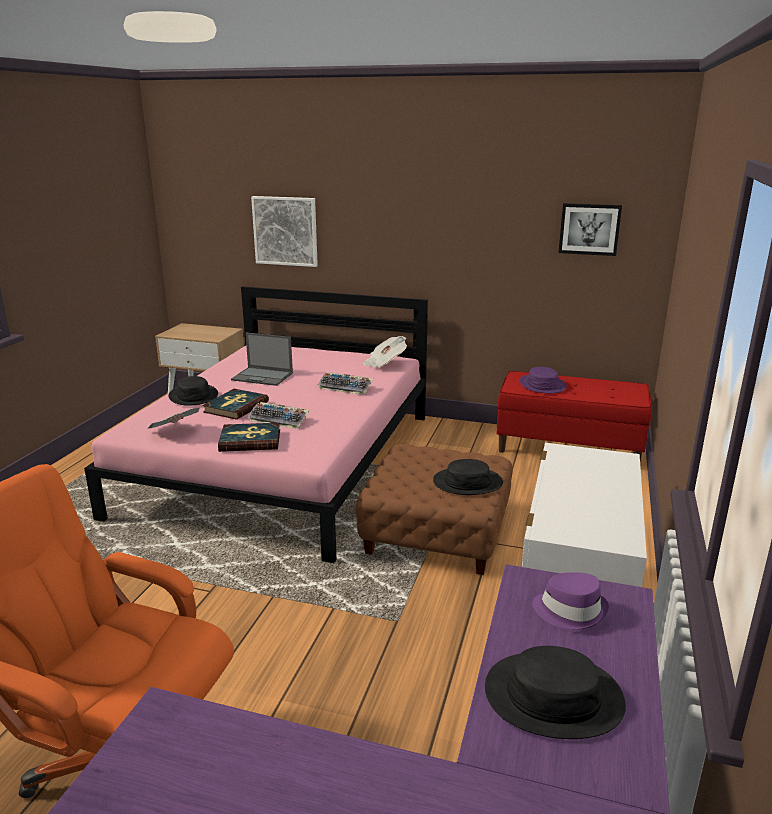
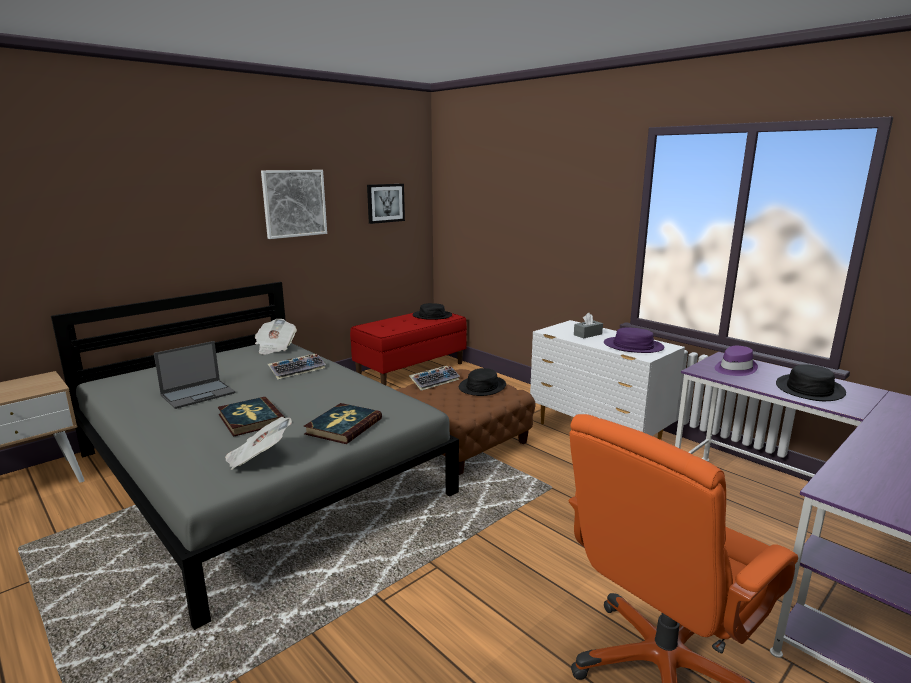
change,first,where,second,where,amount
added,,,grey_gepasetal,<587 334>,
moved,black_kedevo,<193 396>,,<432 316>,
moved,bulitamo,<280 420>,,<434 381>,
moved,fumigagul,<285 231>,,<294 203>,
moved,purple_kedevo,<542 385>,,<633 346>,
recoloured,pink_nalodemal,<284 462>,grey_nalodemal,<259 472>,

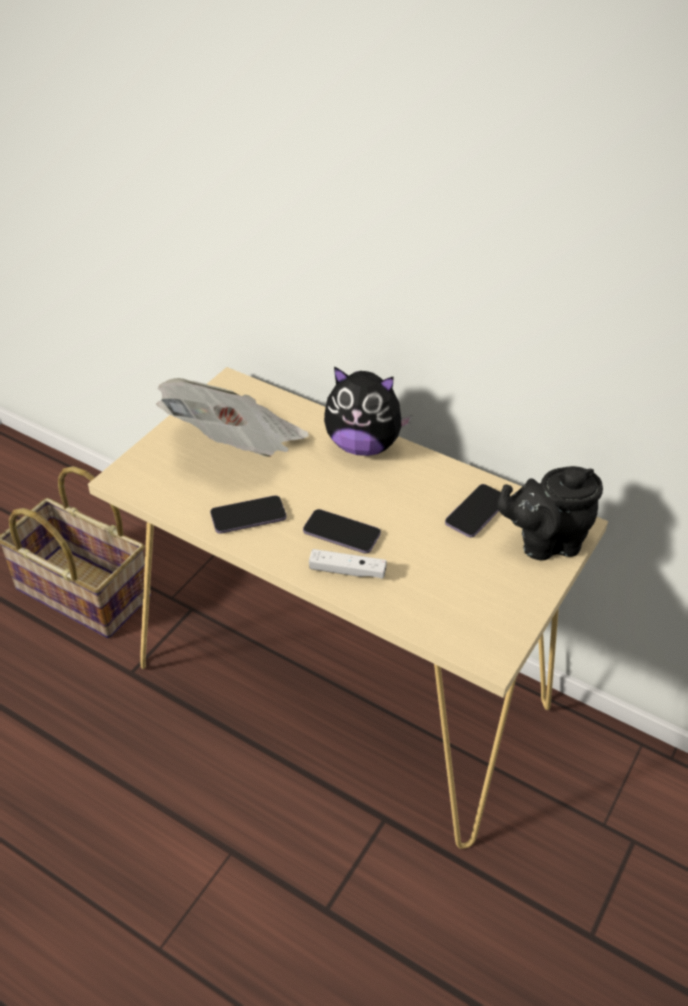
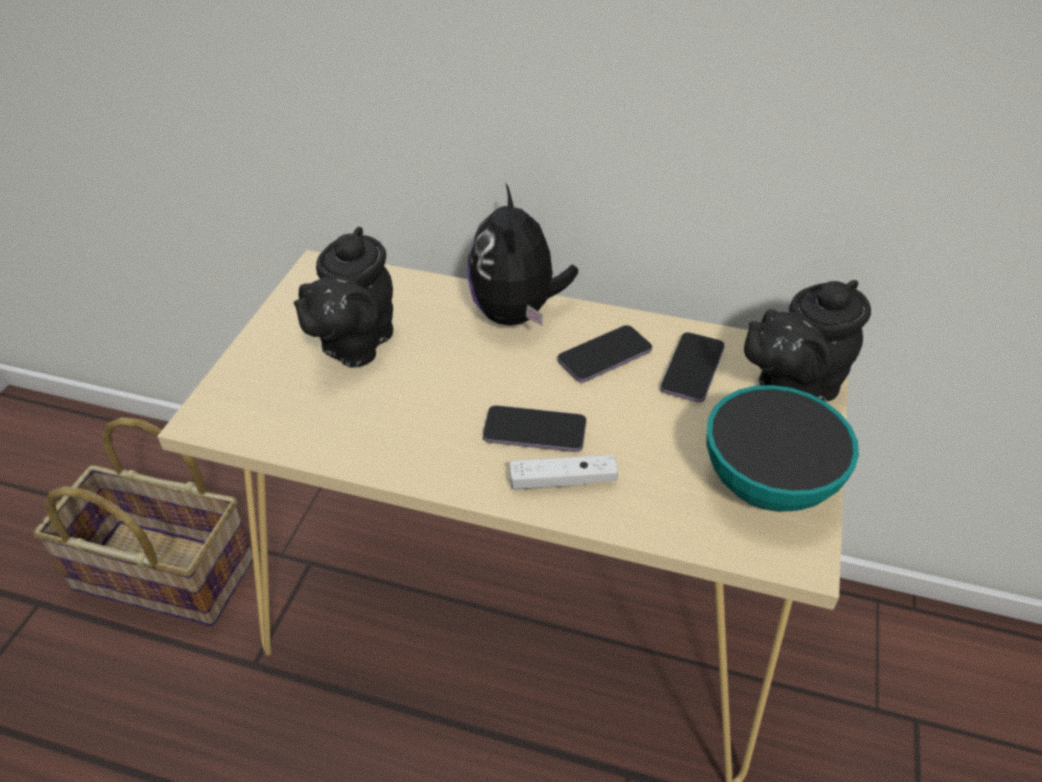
change,first,where,second,where,amount
added,,,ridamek,<767 484>,
moved,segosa,<248 516>,,<604 356>,
replaced,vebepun,<237 446>,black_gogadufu,<354 345>,
turned,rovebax,<363 445>,,<517 314>,90 degrees clockwise

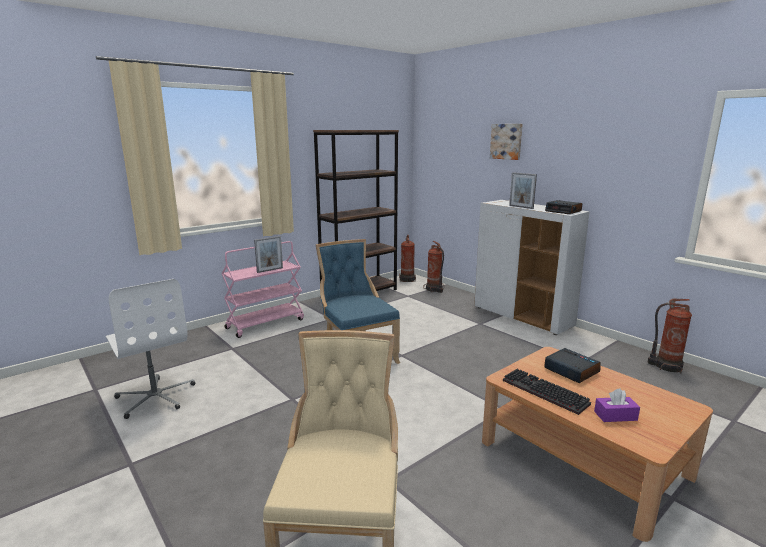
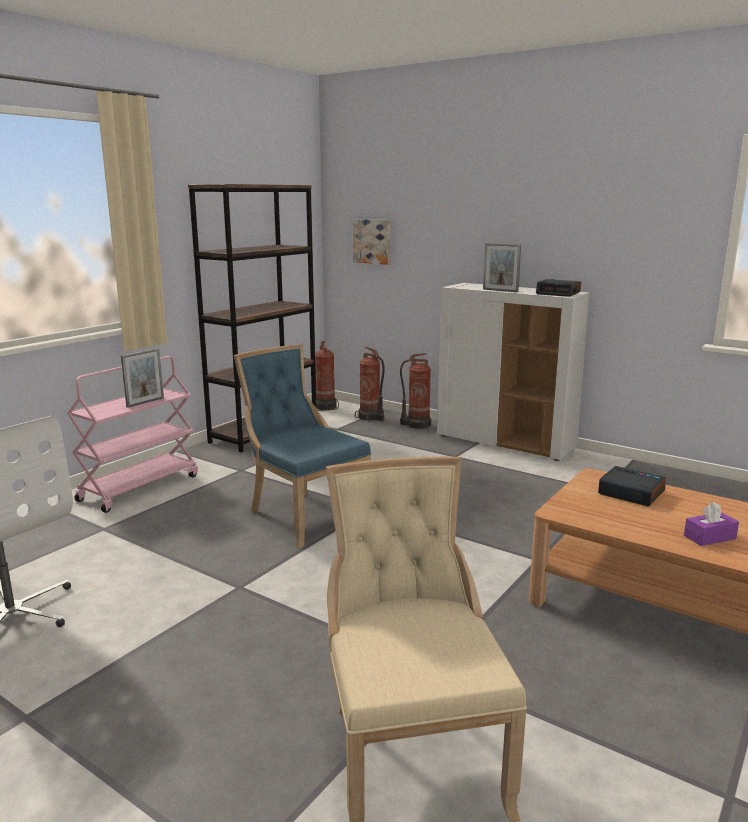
change,first,where,second,where,amount
removed,bulitamo,<542 392>,,,
moved,fumigagul,<506 141>,,<372 241>,
moved,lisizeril,<666 366>,,<417 425>,

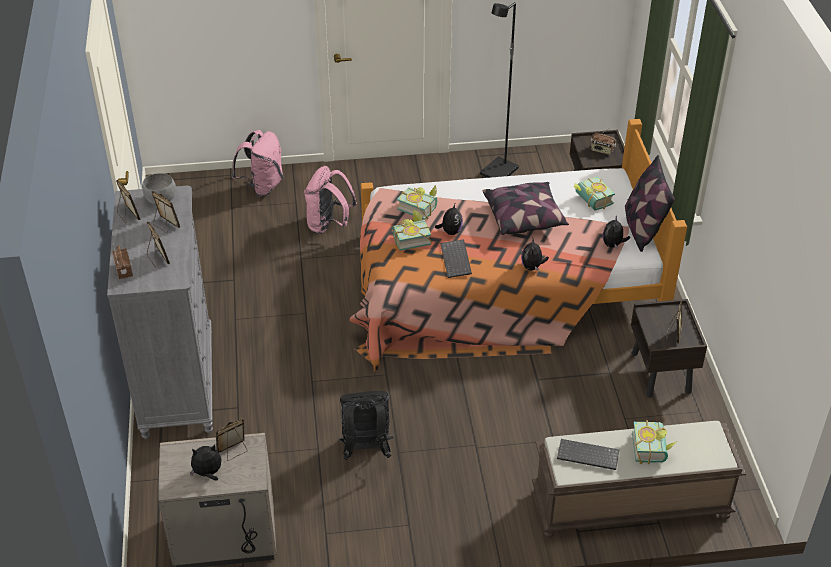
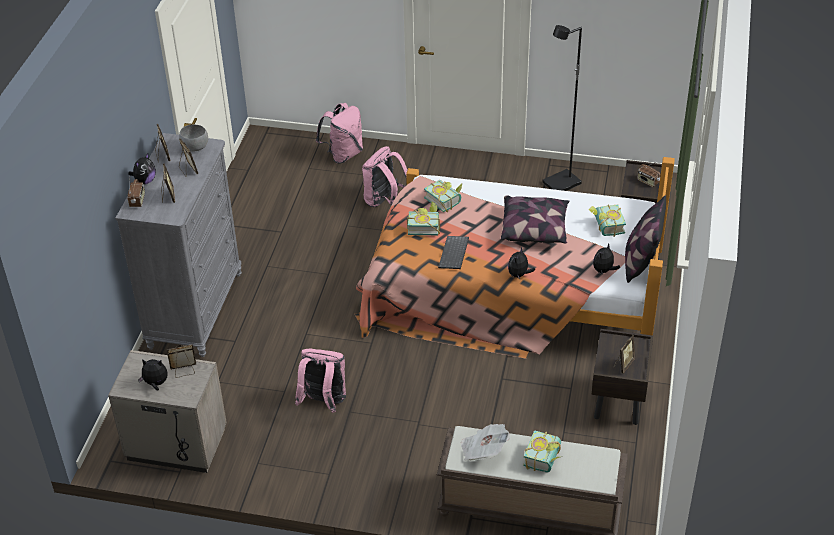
change,first,where,second,where,amount
moved,rovebax,<450 231>,,<145 181>,
replaced,bulitamo,<587 456>,vebepun,<483 450>,
recoloured,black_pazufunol,<366 449>,pink_pazufunol,<323 402>,

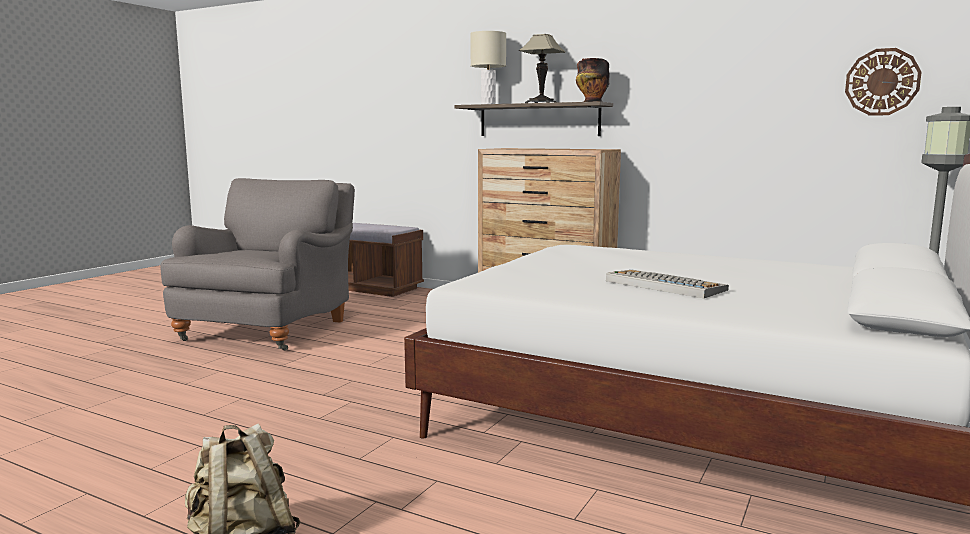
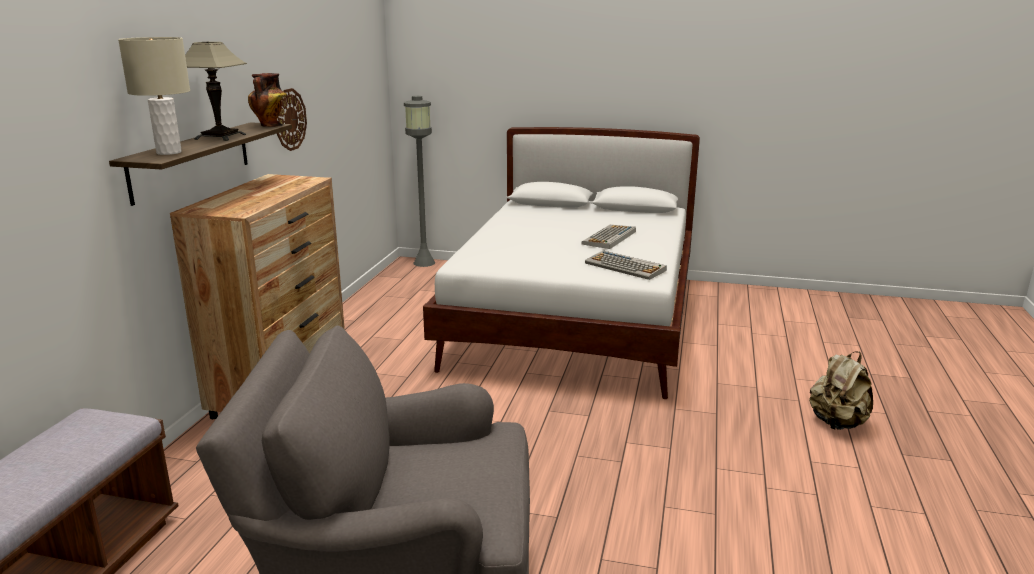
change,first,where,second,where,amount
added,,,bulitamo,<626 267>,
moved,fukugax,<882 82>,,<289 119>,

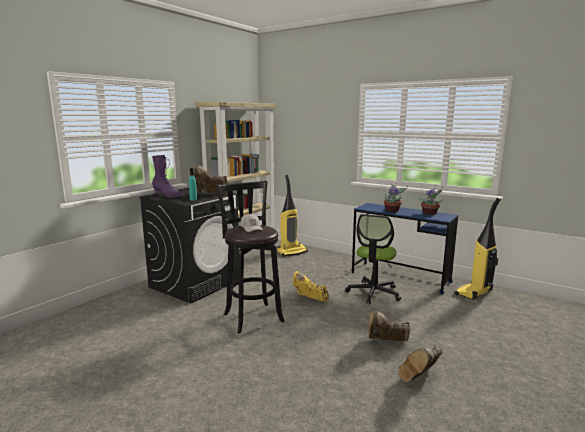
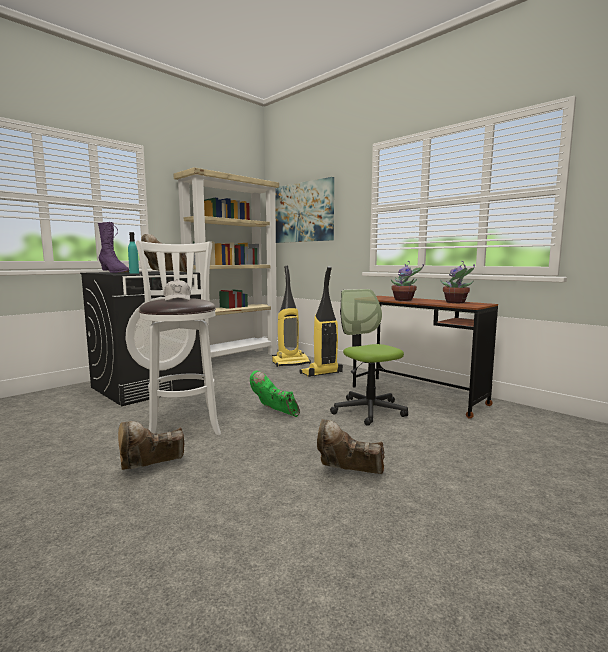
change,first,where,second,where,amount
added,,,fumigagul,<301 212>,
moved,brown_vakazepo,<420 378>,,<150 469>,
moved,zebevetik,<474 293>,,<321 373>,
recoloured,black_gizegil,<252 316>,white_gizegil,<184 425>,
recoloured,yellow_vakazepo,<310 300>,green_vakazepo,<275 413>,
recoloured,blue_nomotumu,<400 277>,brown_nomotumu,<417 395>,
turned,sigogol,<373 293>,,<369 410>,120 degrees clockwise

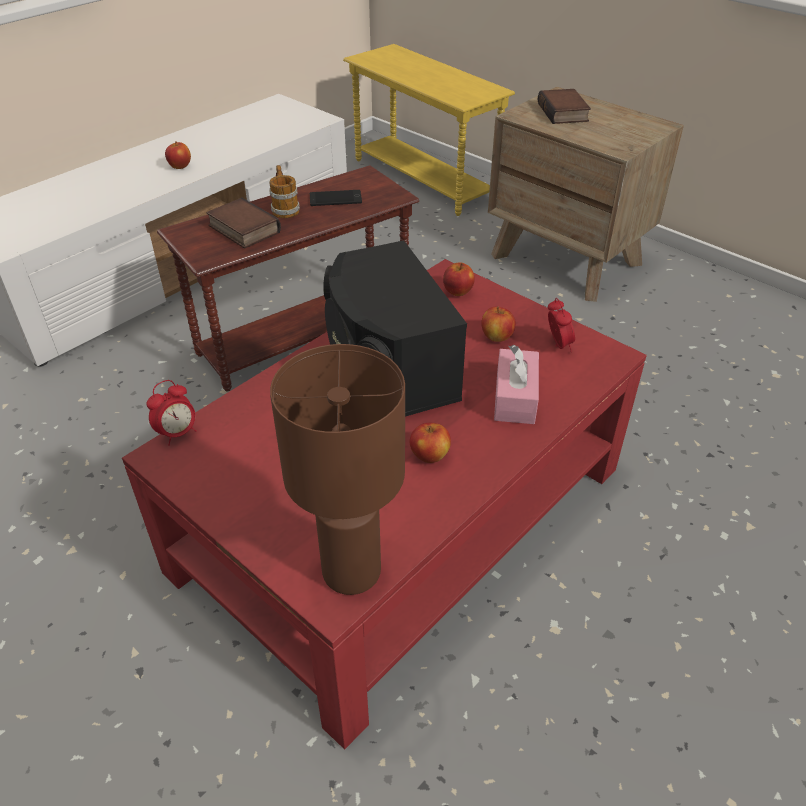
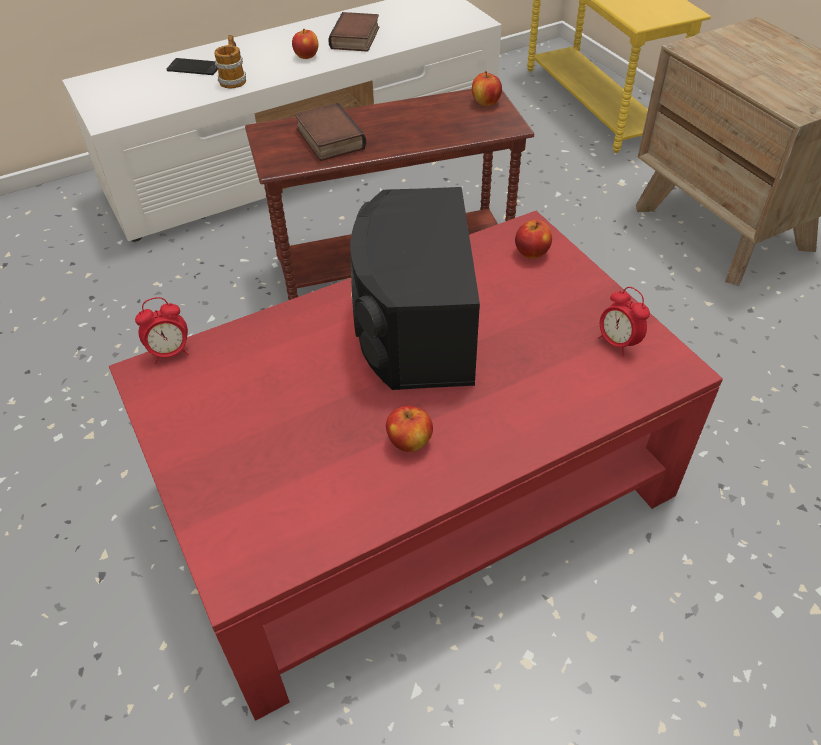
change,first,where,second,where,amount
removed,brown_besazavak,<353 572>,,,
removed,pink_gepasetal,<515 397>,,,
moved,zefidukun,<284 208>,,<234 79>,
moved,segosa,<335 199>,,<194 67>,
moved,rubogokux,<497 337>,,<486 103>,
moved,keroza,<564 112>,,<356 38>,
turned,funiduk,<557 345>,,<617 343>,135 degrees clockwise

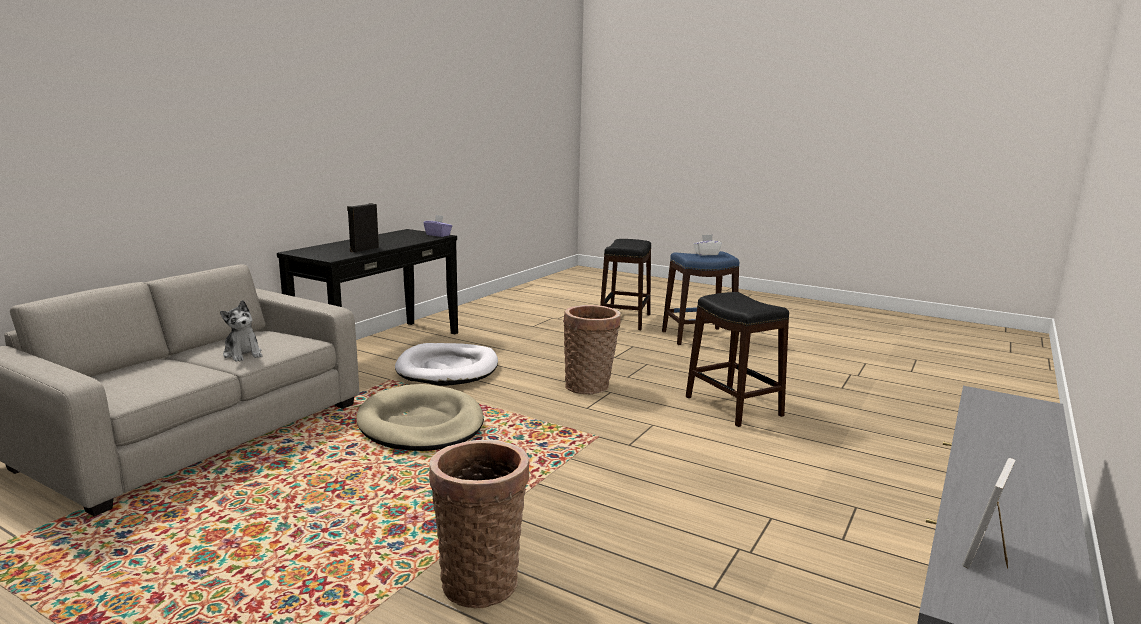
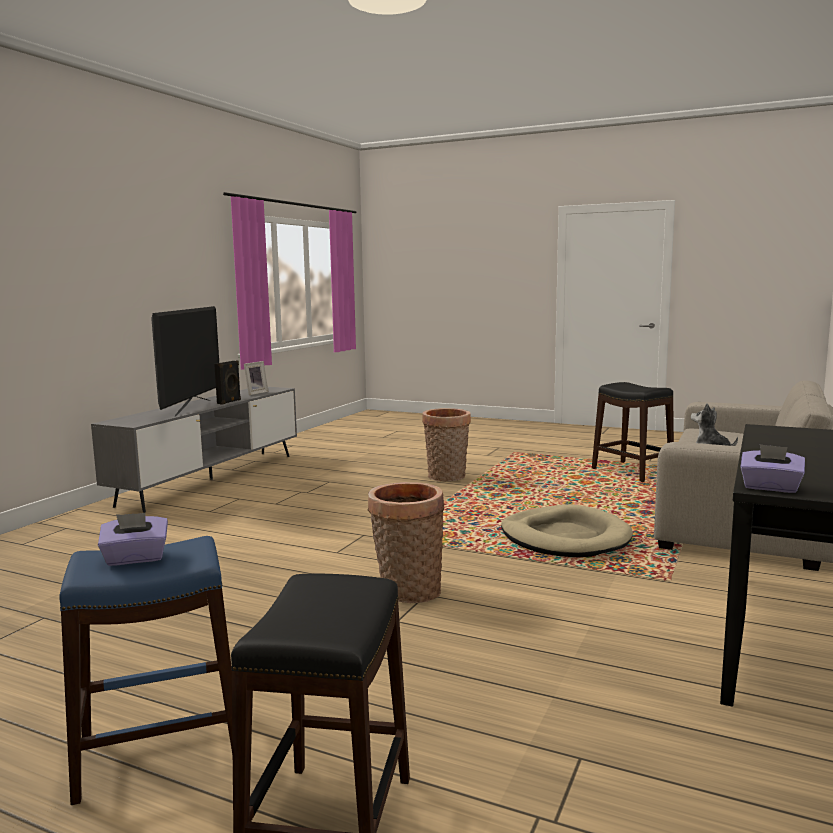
change,first,where,second,where,amount
removed,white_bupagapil,<448 369>,,,
added,,,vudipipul,<192 408>,
moved,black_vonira,<363 249>,,<229 402>,
moved,black_gizegil,<733 406>,,<632 472>,
recoloured,white_gepasetal,<706 254>,purple_gepasetal,<135 558>,

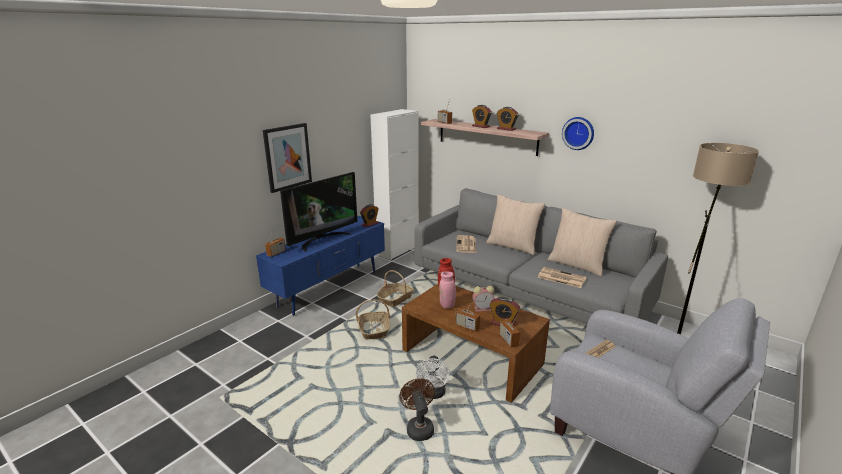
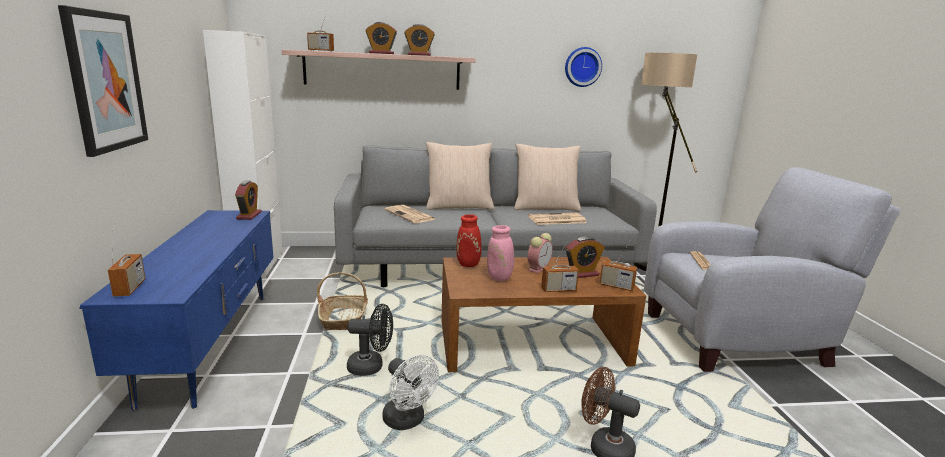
change,first,where,second,where,amount
removed,vudipipul,<322 239>,,,
moved,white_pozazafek,<433 394>,,<407 421>,
moved,fukugax,<578 133>,,<582 67>,
replaced,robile,<374 330>,black_pozazafek,<371 367>,

